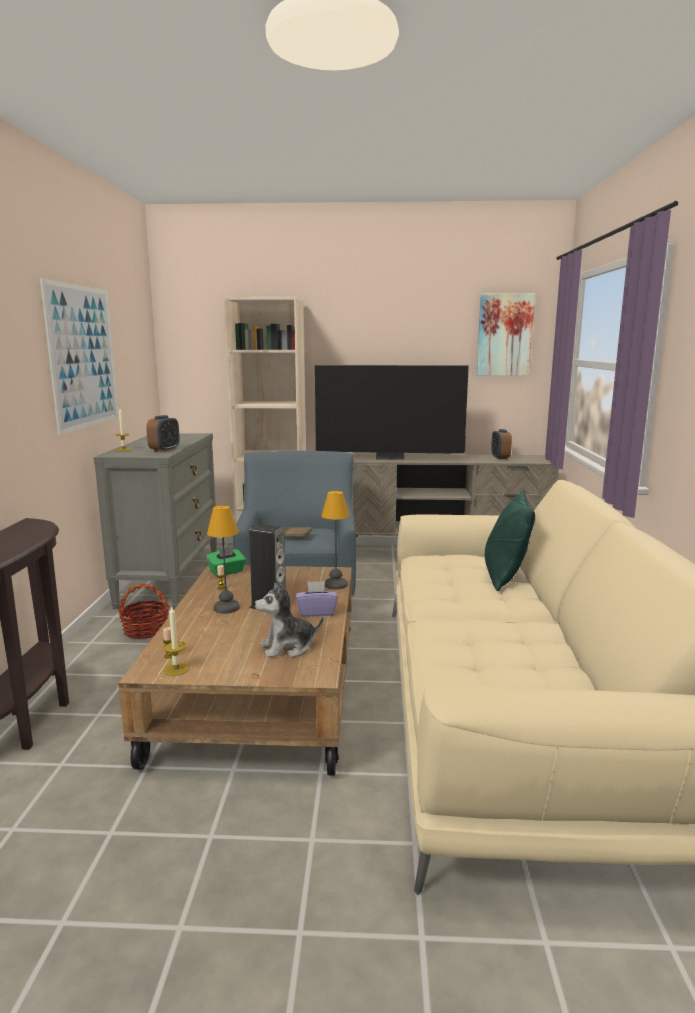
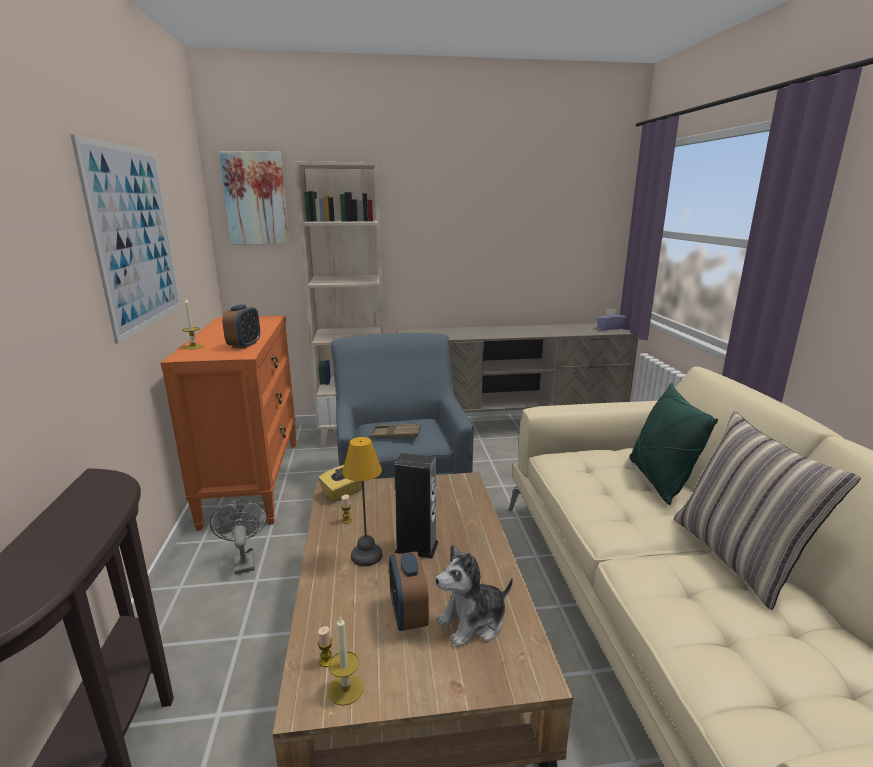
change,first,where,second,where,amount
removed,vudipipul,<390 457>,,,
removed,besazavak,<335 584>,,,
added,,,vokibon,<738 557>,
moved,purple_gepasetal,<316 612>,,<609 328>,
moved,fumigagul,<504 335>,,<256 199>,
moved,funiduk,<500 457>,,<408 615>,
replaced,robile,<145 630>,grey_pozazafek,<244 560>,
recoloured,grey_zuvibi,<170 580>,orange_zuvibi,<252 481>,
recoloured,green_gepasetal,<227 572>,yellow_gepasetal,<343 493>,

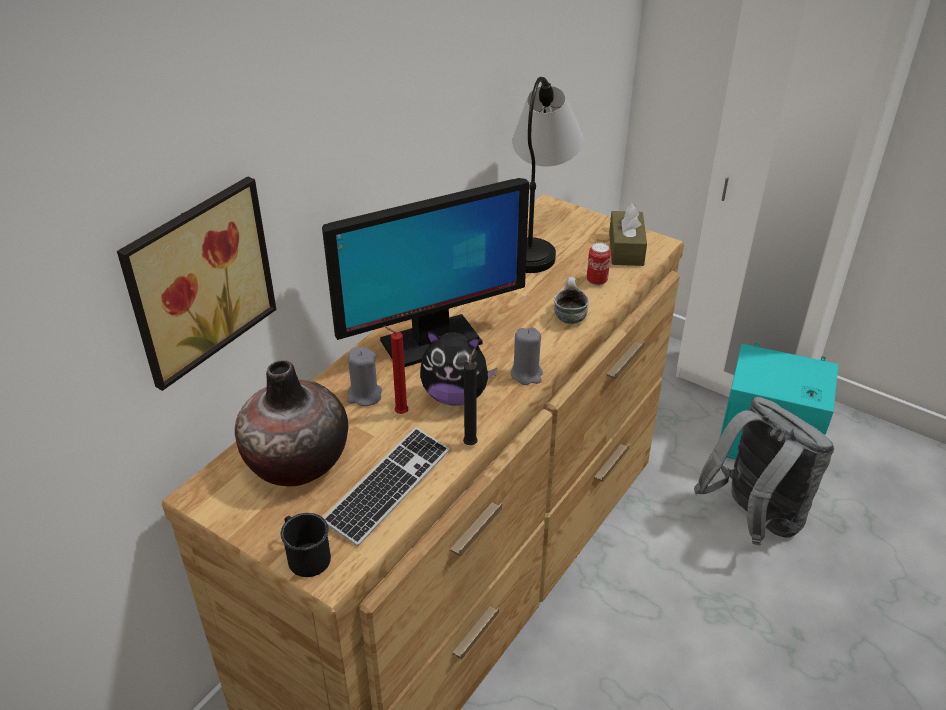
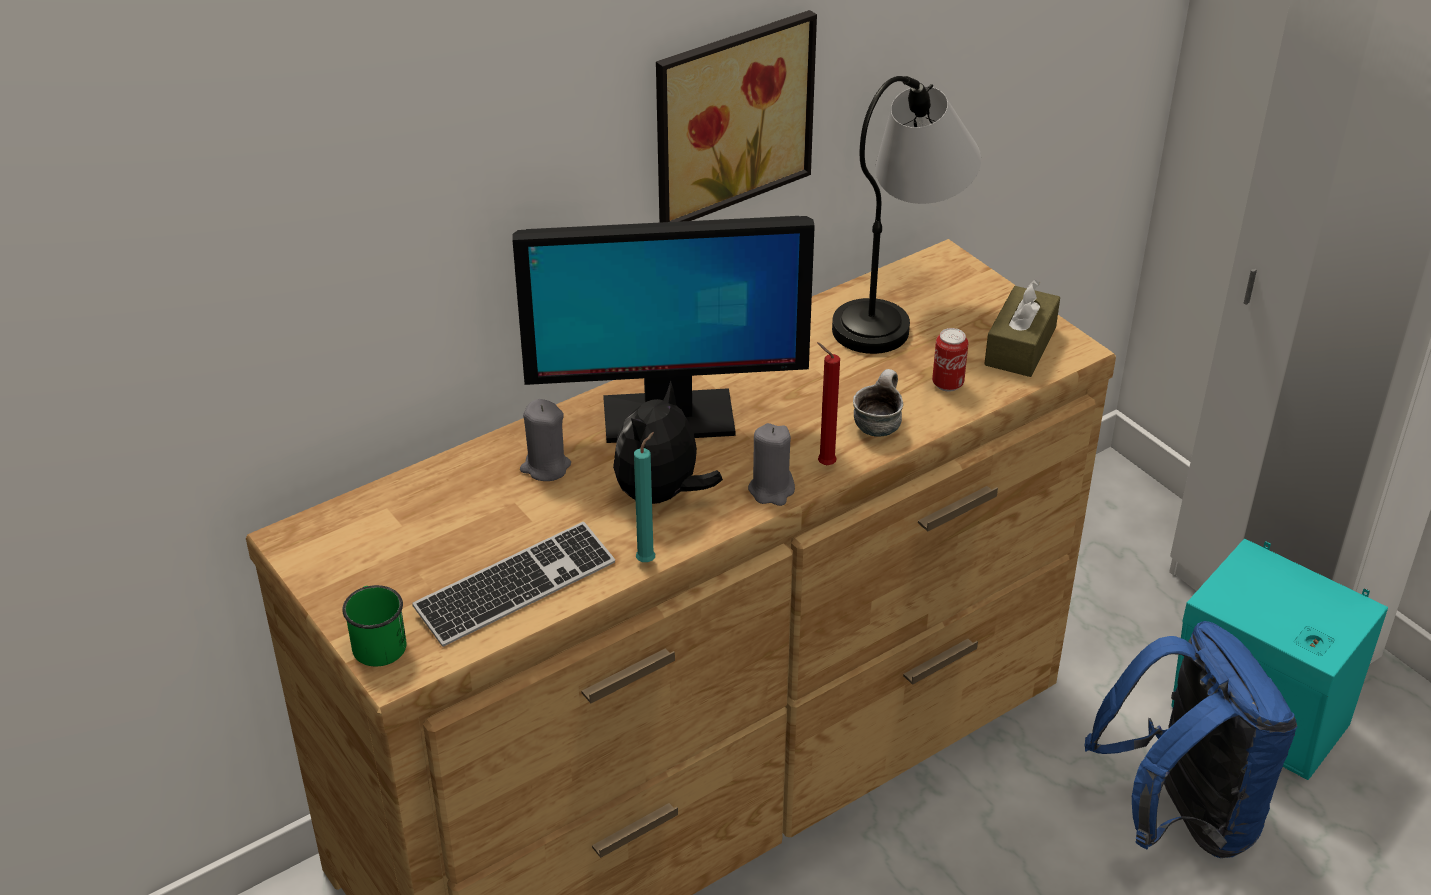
change,first,where,second,where,amount
removed,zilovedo,<296 461>,,,
moved,fumigagul,<196 279>,,<729 115>,
moved,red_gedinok,<399 413>,,<823 464>,
recoloured,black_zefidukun,<305 556>,green_zefidukun,<377 641>,
recoloured,black_gedinok,<471 443>,turquoise_gedinok,<648 560>,
recoloured,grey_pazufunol,<753 519>,blue_pazufunol,<1180 817>,
turned,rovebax,<455 396>,,<661 495>,90 degrees clockwise

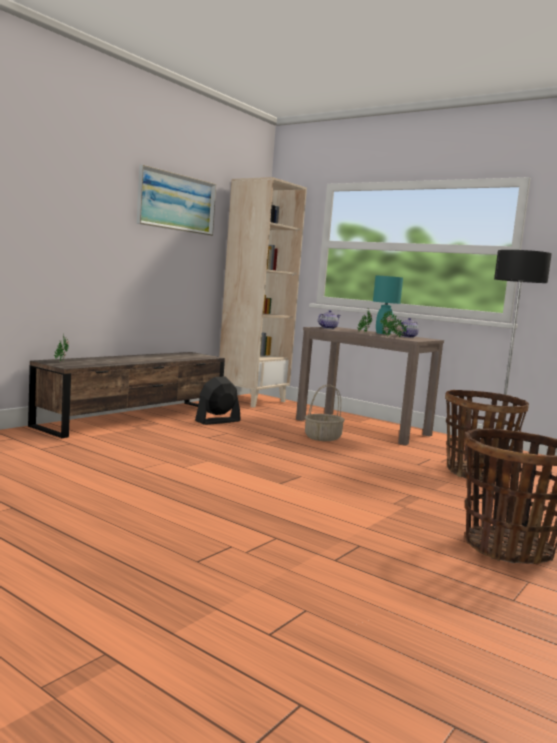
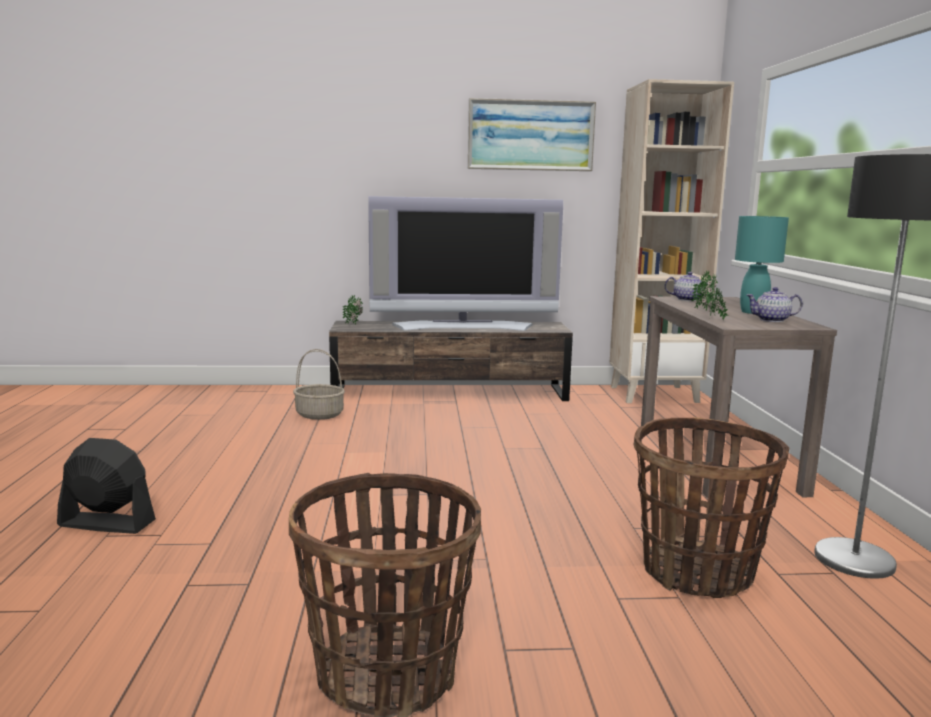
change,first,where,second,where,amount
added,,,vudipipul,<463 326>,
moved,black_pozazafek,<217 421>,,<106 523>,
moved,robile,<323 438>,,<320 414>,

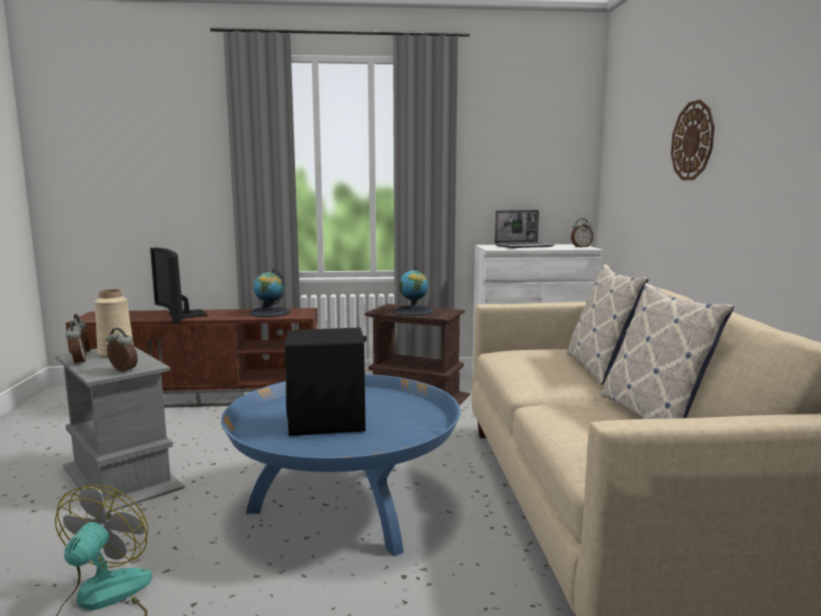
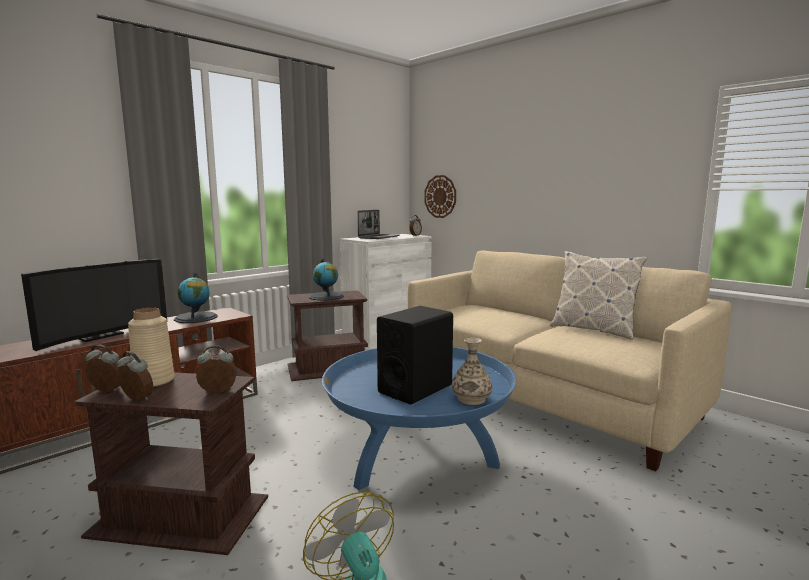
change,first,where,second,where,amount
removed,vokibon,<599 368>,,,
added,,,zilovedo,<471 399>,
moved,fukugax,<693 141>,,<440 196>,
recoloured,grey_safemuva,<121 476>,brown_safemuva,<179 516>,
turned,vudipipul,<181 315>,,<99 336>,75 degrees counterclockwise

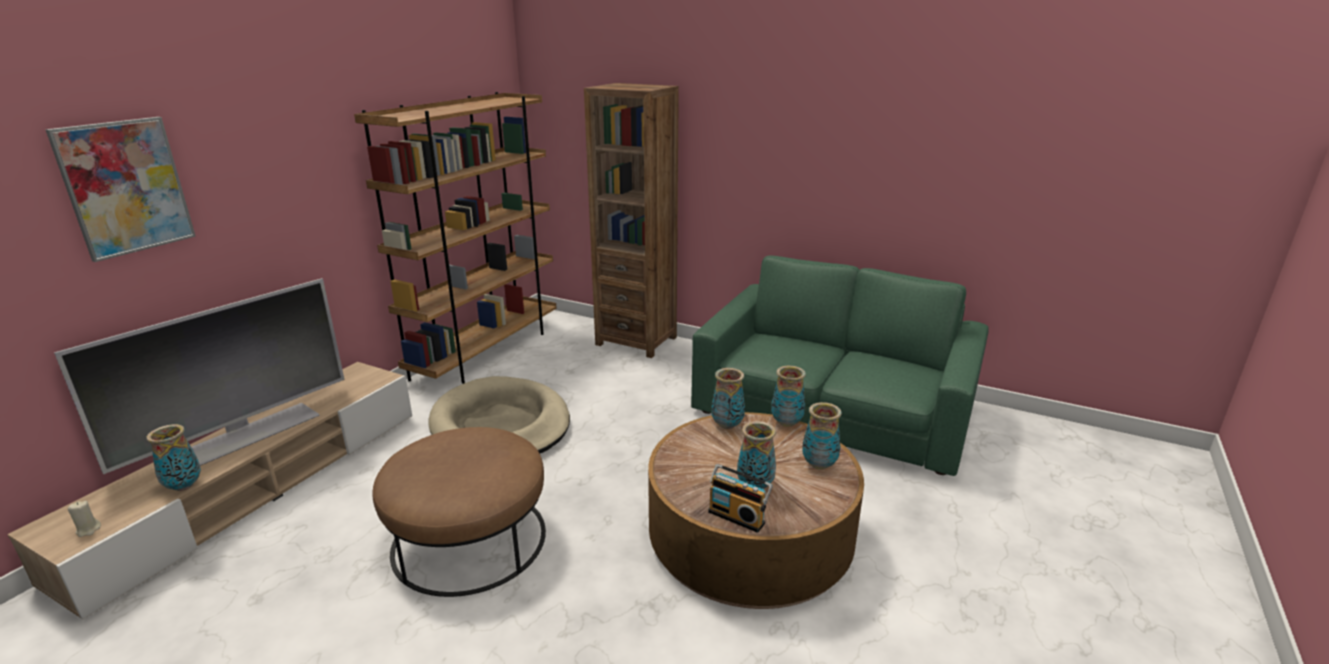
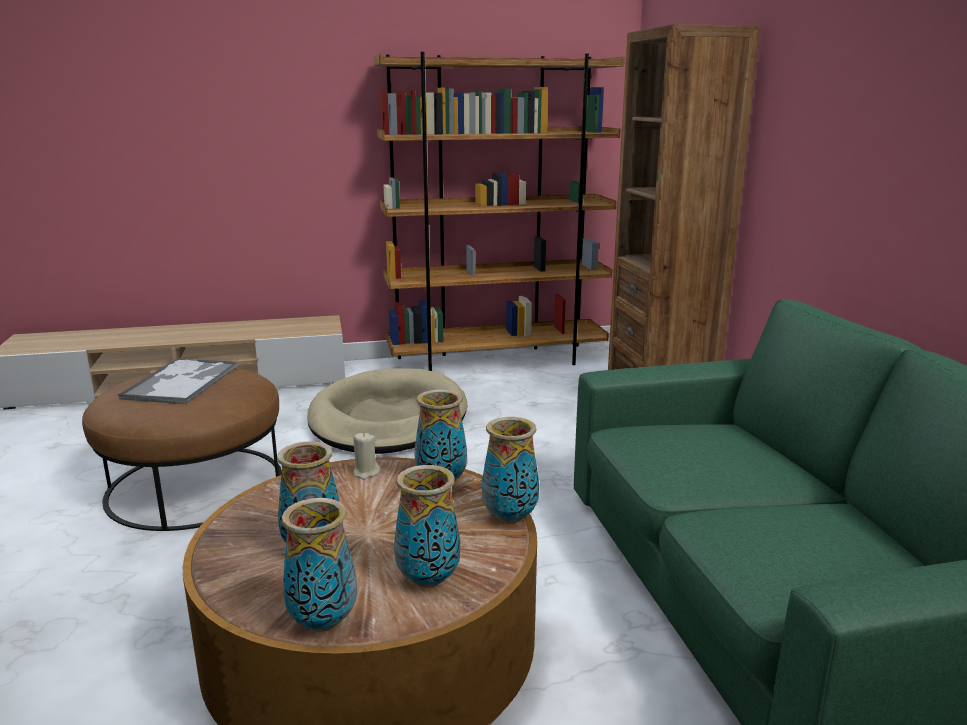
change,first,where,second,where,amount
removed,fumigagul,<125 187>,,,
removed,vudipipul,<248 434>,,,
removed,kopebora,<737 516>,,,
added,,,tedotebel,<182 382>,
moved,beige_gedinok,<88 530>,,<366 473>,
moved,zilovedo,<184 486>,,<324 621>,

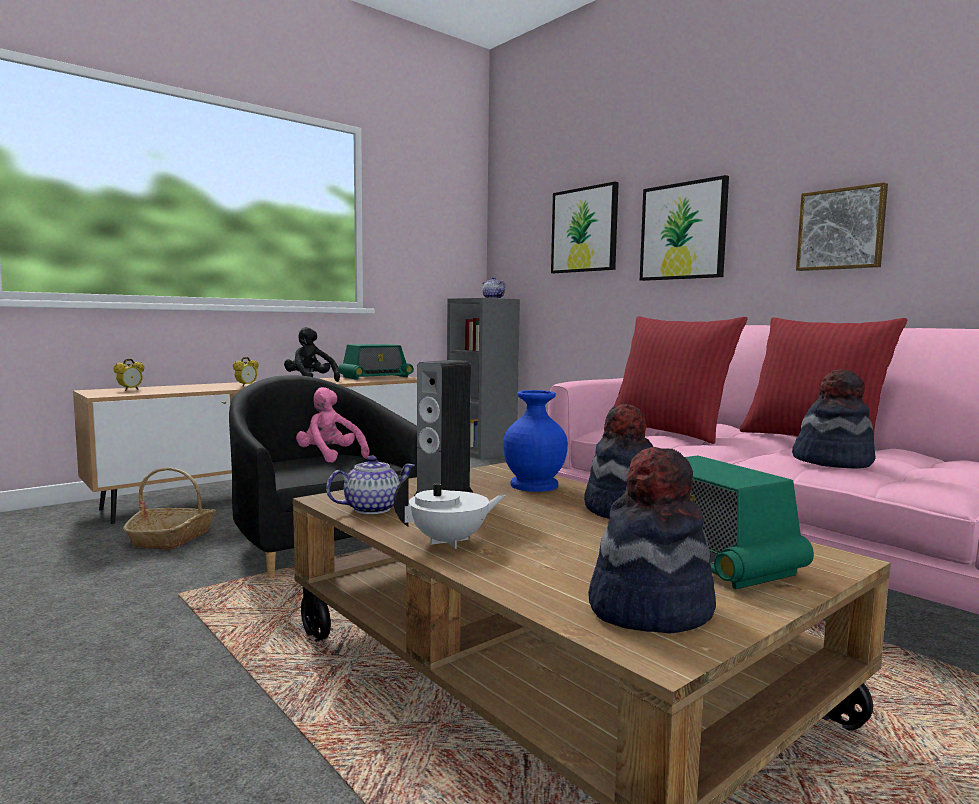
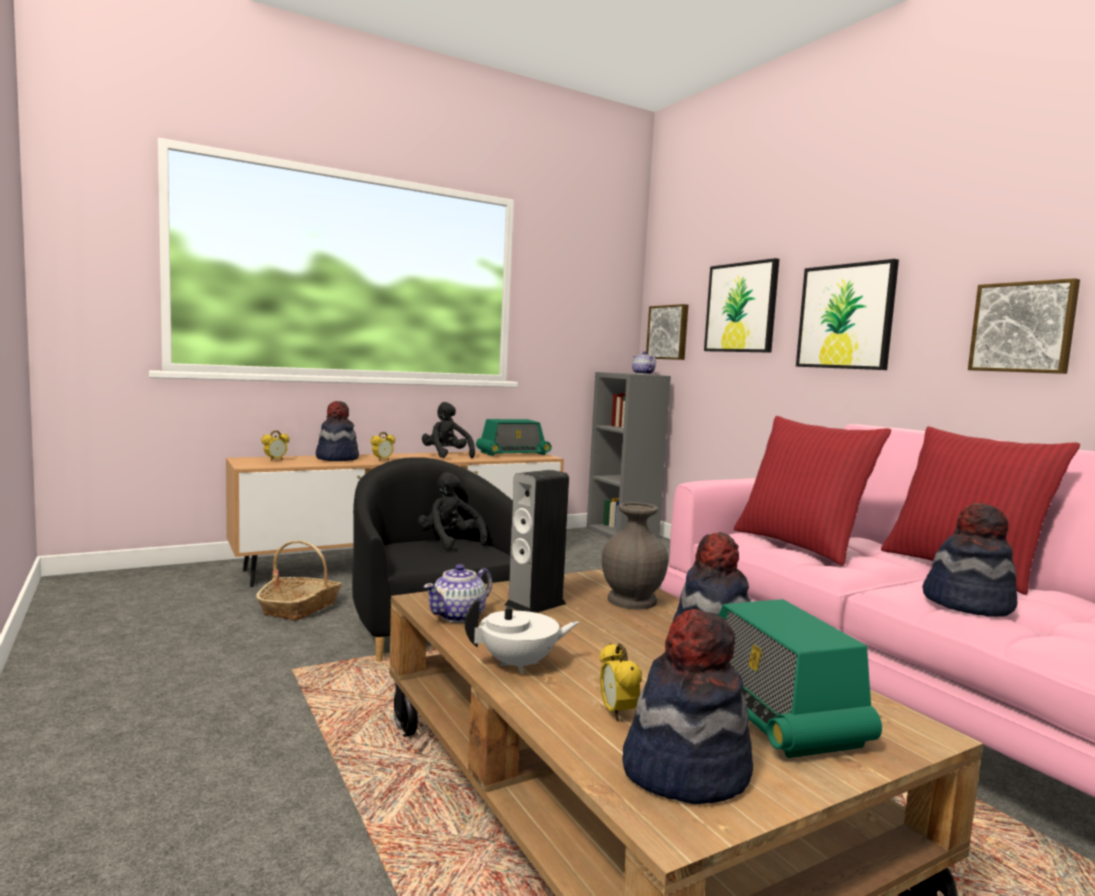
change,first,where,second,where,amount
added,,,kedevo,<336 458>,
added,,,funiduk,<617 713>,
added,,,fumigagul,<668 332>,
recoloured,pink_rovebax,<330 457>,black_rovebax,<449 542>,
recoloured,blue_zilovedo,<534 485>,grey_zilovedo,<631 601>,
turned,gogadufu,<371 509>,,<459 616>,150 degrees clockwise

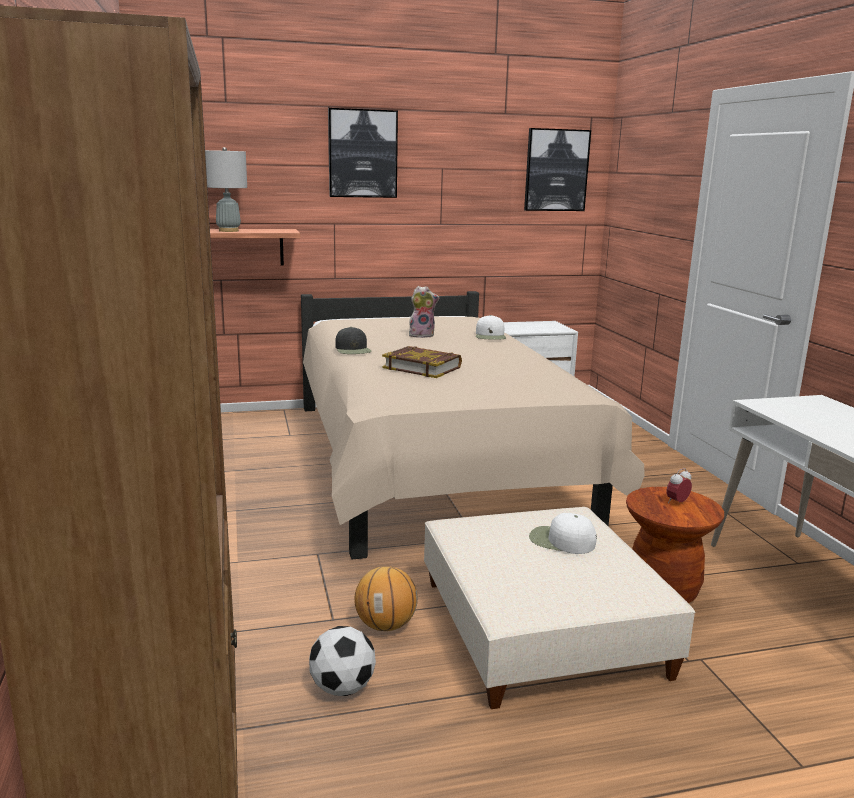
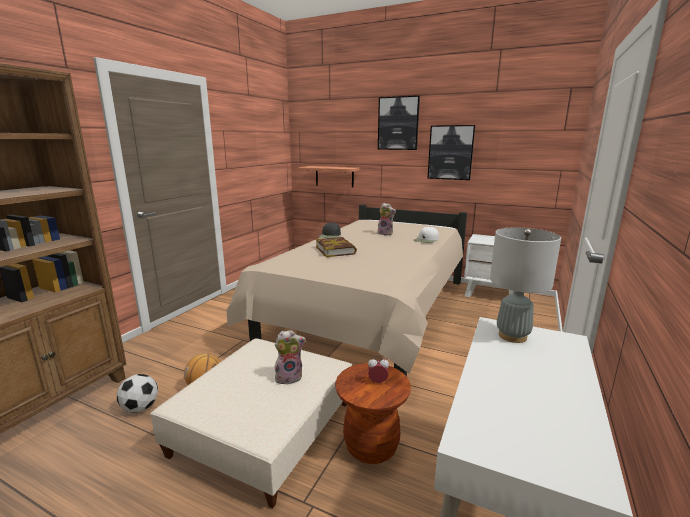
change,first,where,second,where,amount
moved,grey_besazavak,<228 231>,,<512 336>,
moved,fumigagul,<556 170>,,<450 152>,
replaced,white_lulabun,<561 541>,rovebax,<289 377>,

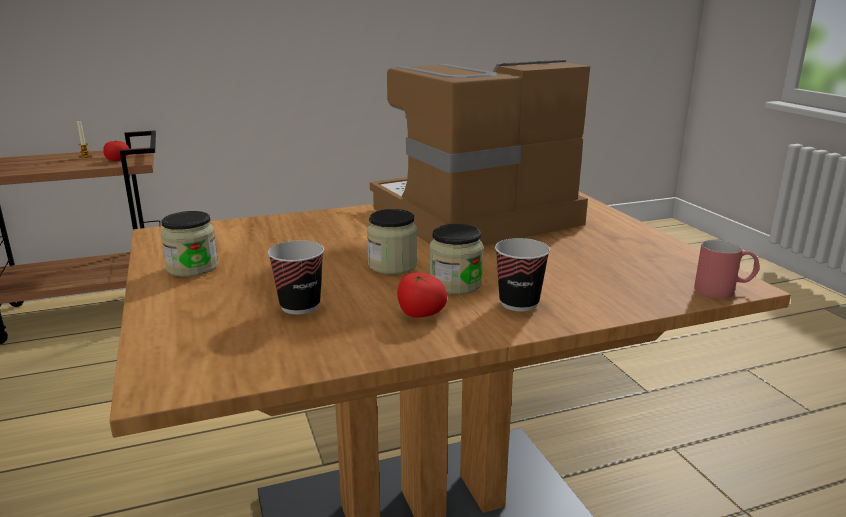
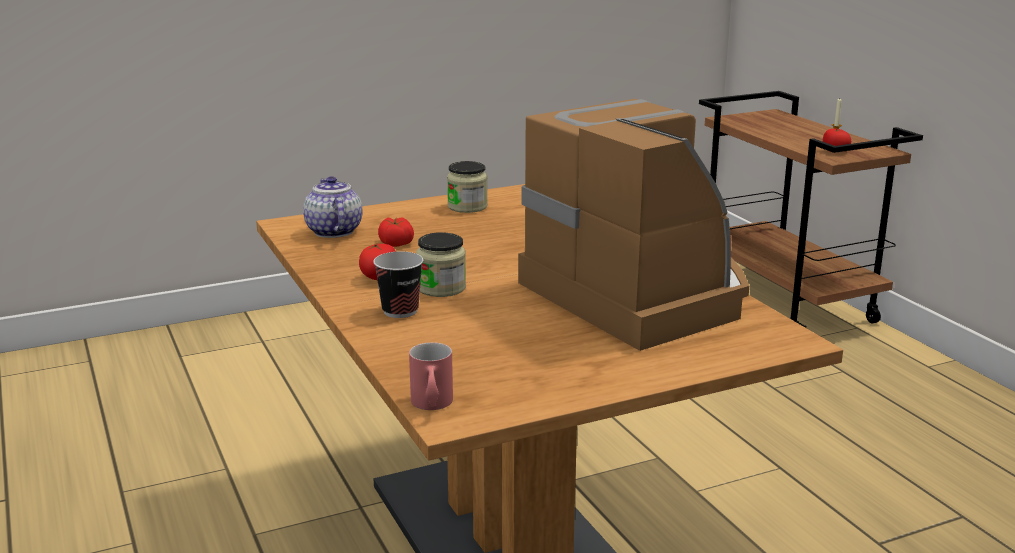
change,first,where,second,where,amount
removed,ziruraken,<392 265>,,,
added,,,gogadufu,<333 231>,
replaced,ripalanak,<300 306>,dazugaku,<395 242>,

